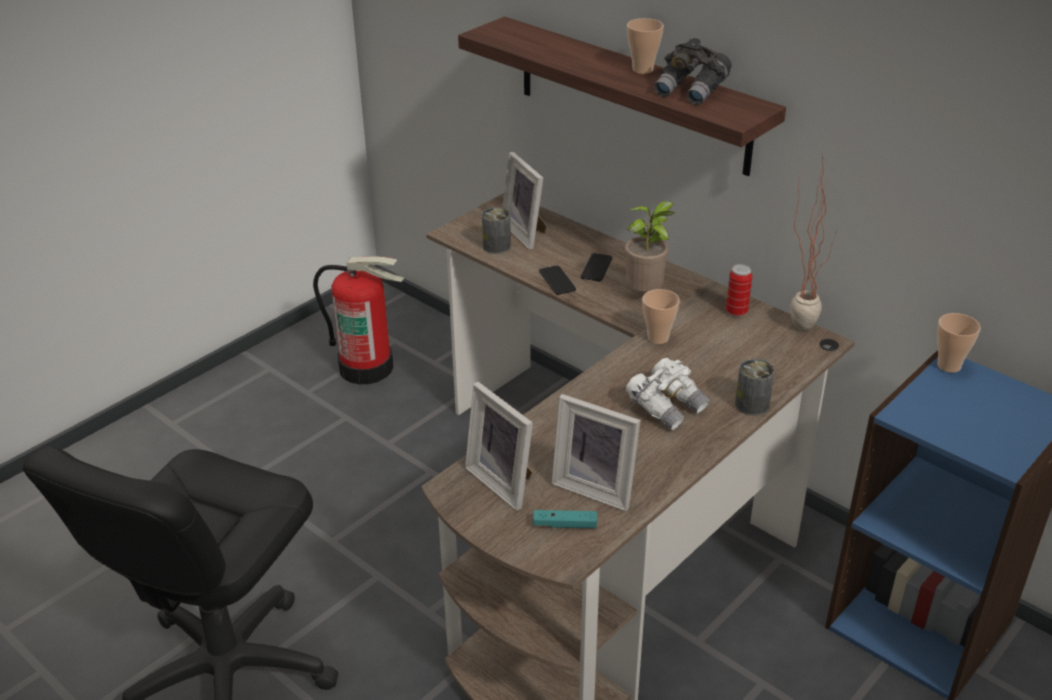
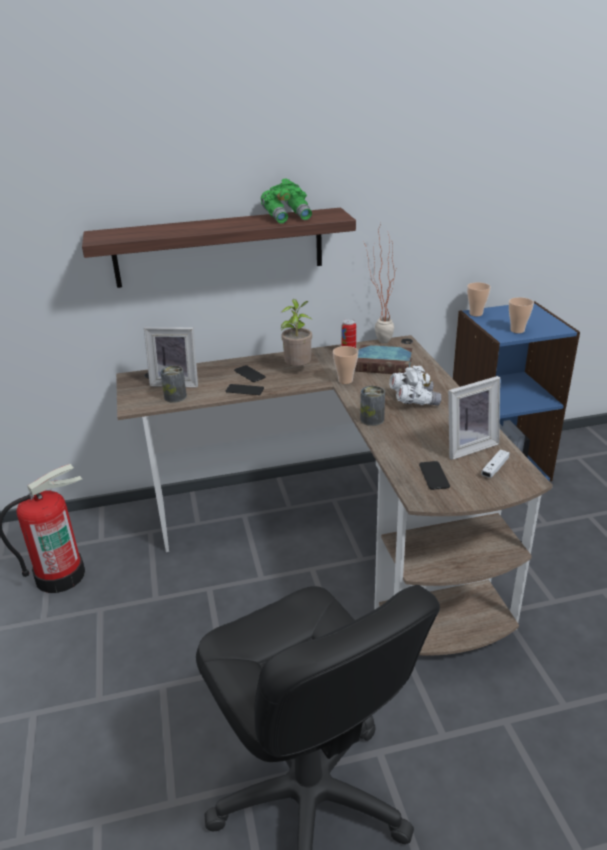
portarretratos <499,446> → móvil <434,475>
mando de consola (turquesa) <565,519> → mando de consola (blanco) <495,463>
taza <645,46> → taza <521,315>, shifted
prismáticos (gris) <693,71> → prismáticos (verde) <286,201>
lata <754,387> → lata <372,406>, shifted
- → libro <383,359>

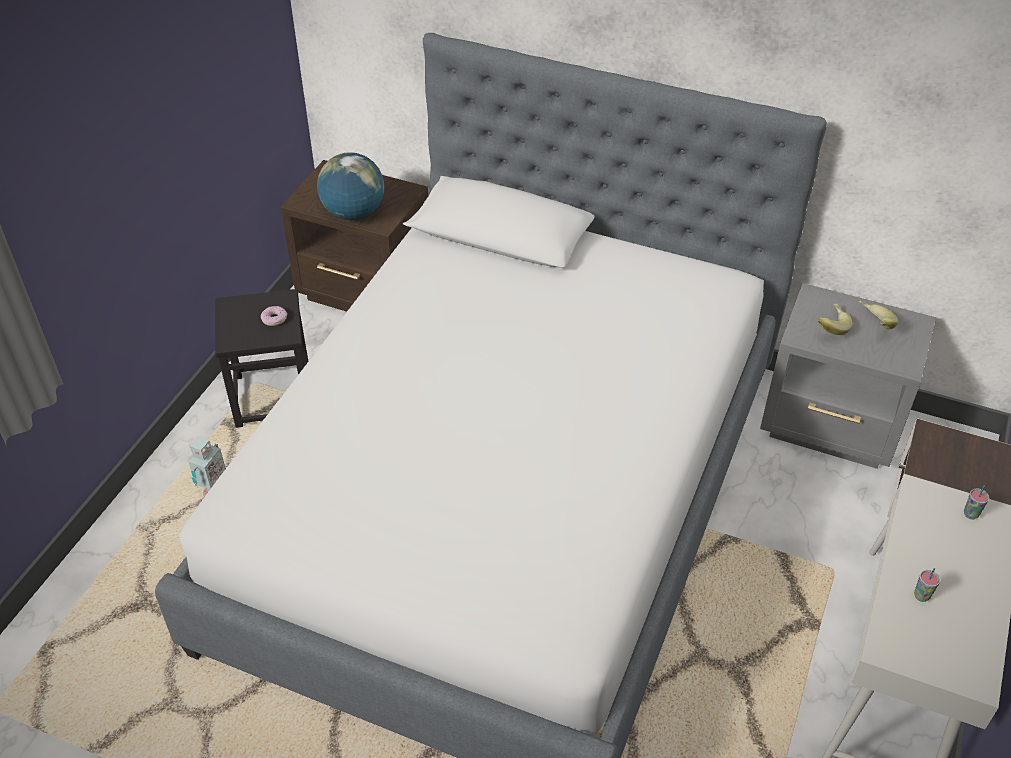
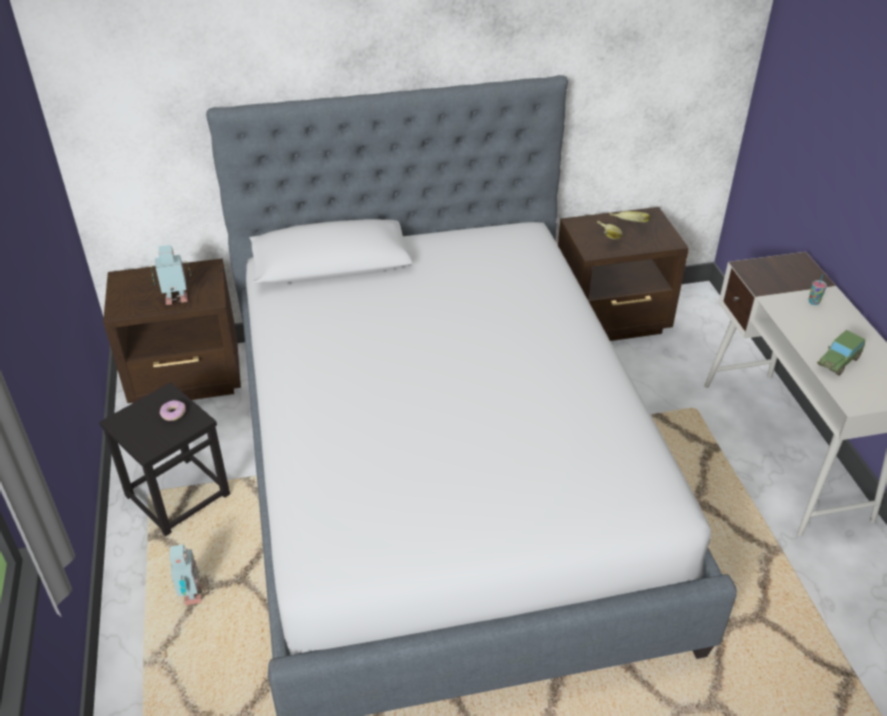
globo terráqueo <350,186> → robot de juguete <171,275>
mesita de noche (gris) <848,376> → mesita de noche (marrón) <623,274>
taza <927,585> → coche de juguete <841,353>

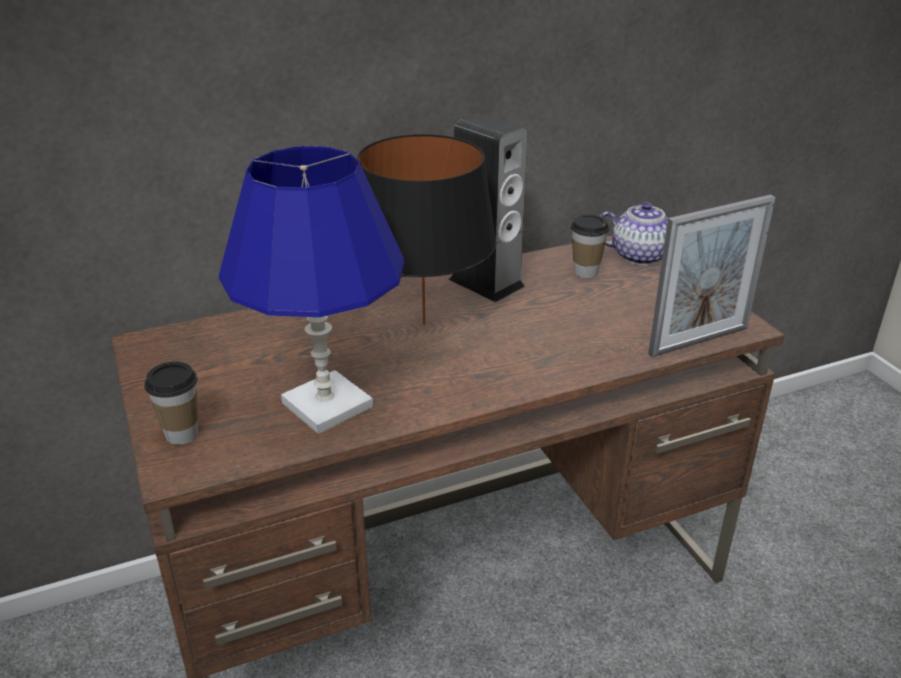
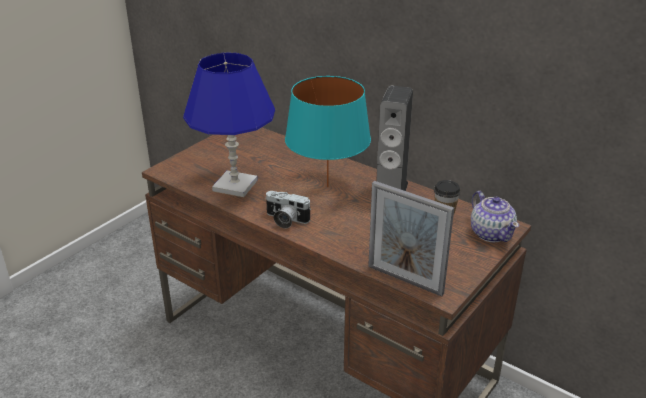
taza <171,403> → -
lámpara de mesa (negro) <426,229> → lámpara de mesa (turquesa) <328,131>
- → cámara <288,210>

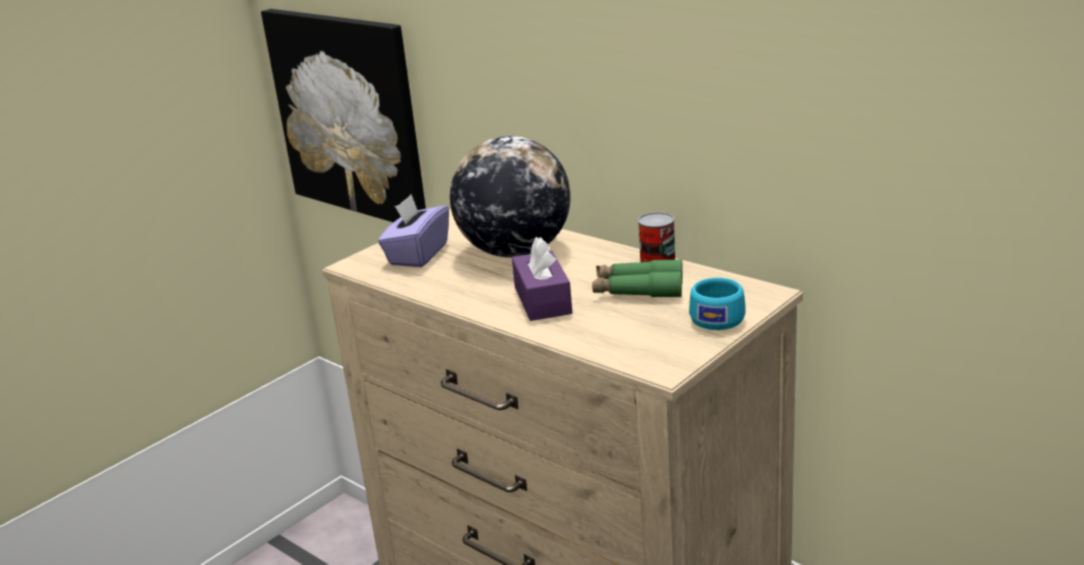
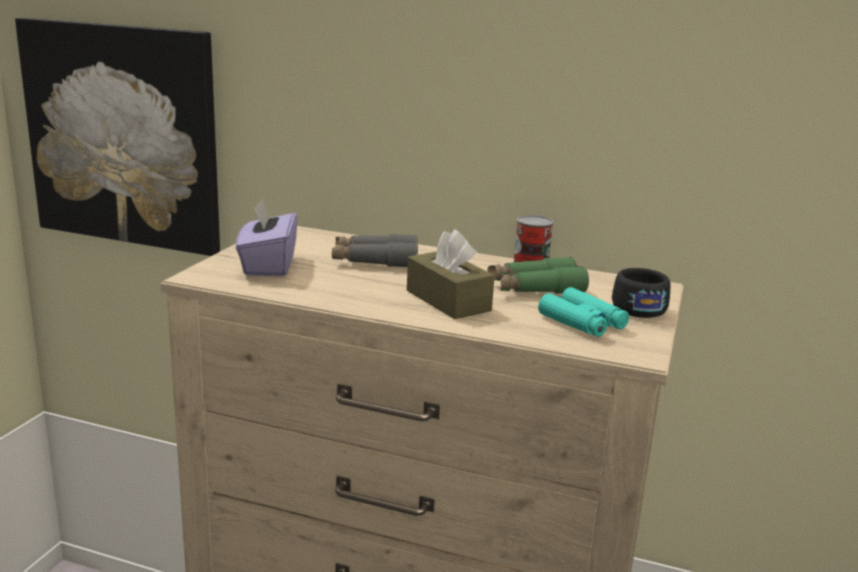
globo terráqueo <510,196> → prismáticos (gris) <375,250>
caja de pañuelos (morado) <542,279> → caja de pañuelos (marrón) <450,274>
taza (turquesa) <717,304> → taza (negro) <641,293>
- → prismáticos (turquesa) <583,312>

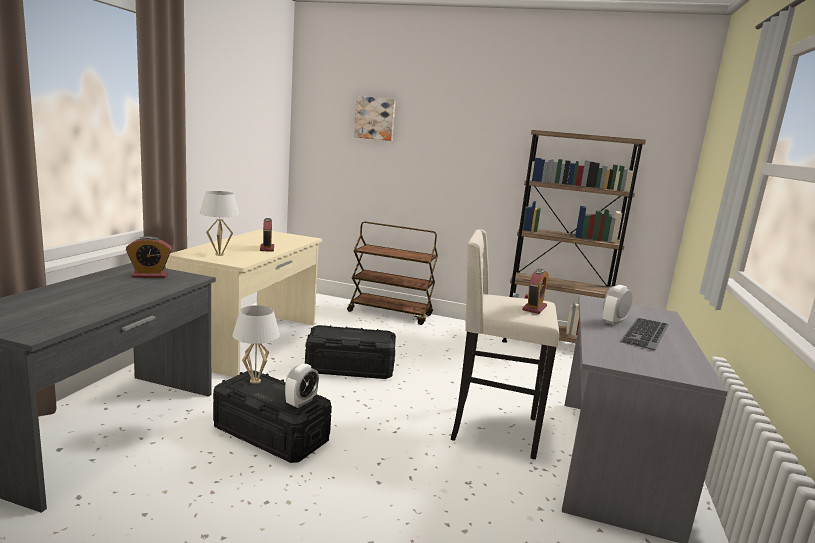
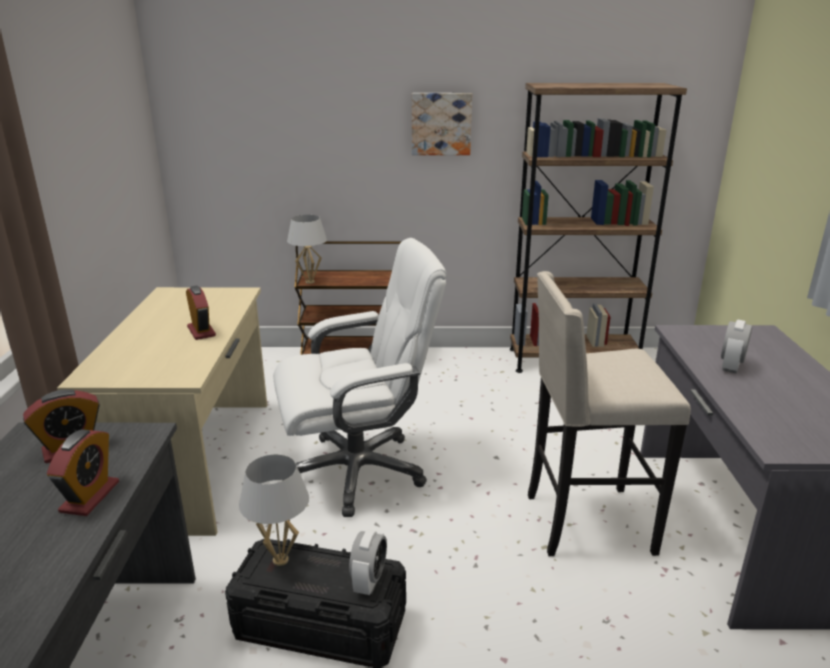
lámpara de mesa (blanco) <220,223> → lámpara de mesa (blanco) <307,249>, shifted
caja de almacenaje (negro) <350,352> → silla de oficina (blanco) <360,377>
cuadro <375,118> → cuadro <442,124>, shifted
despertador <535,291> → despertador <83,472>, shifted
teclado <644,334> → -

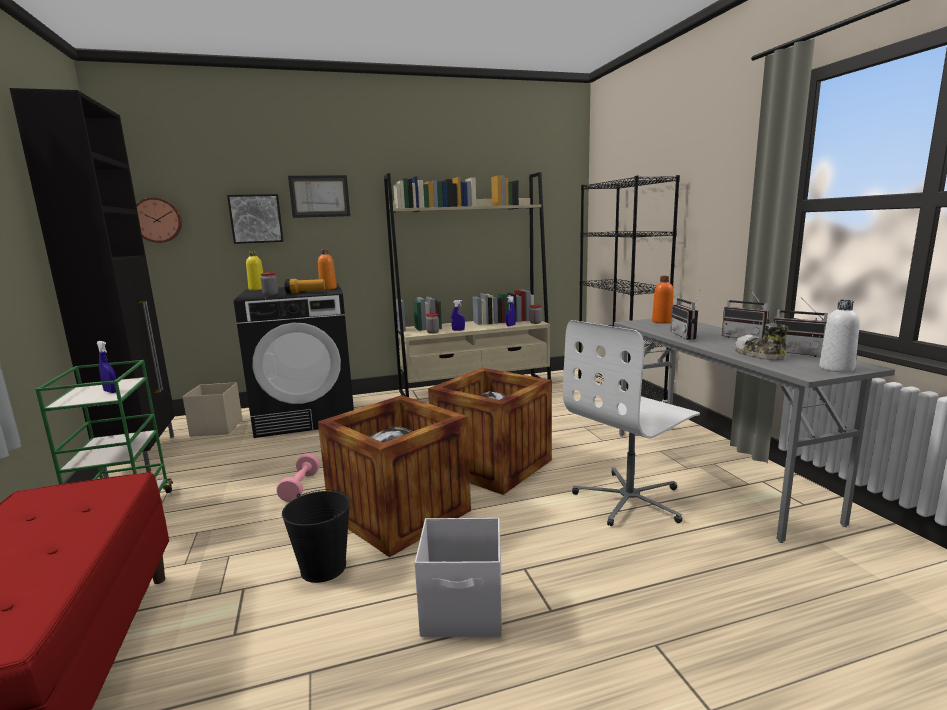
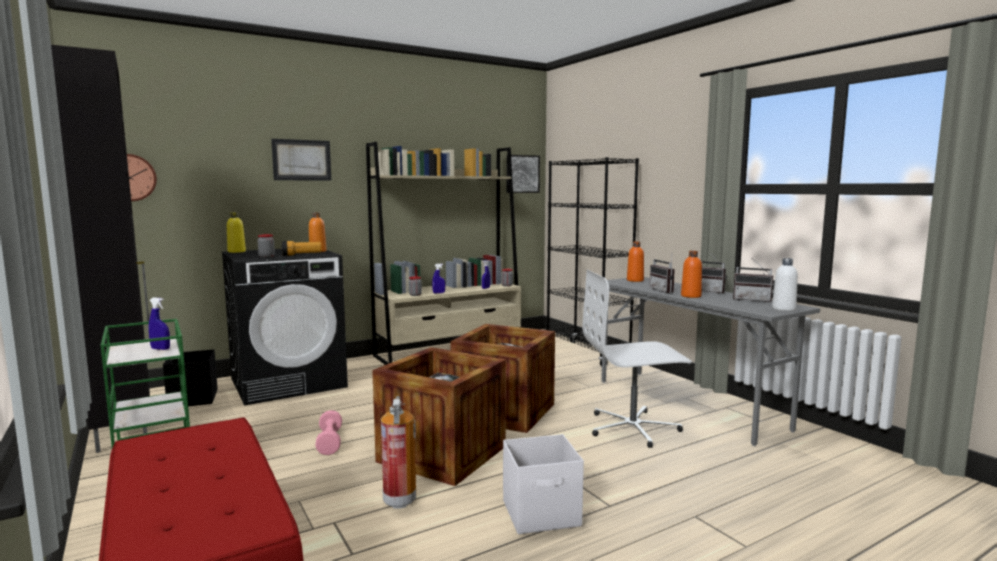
caja de almacenaje (beis) <212,409> → caja de almacenaje (negro) <190,377>
cuadro <255,219> → cuadro <523,174>, shifted
cubo (negro) <316,536> → extintor <398,452>
silla de oficina (blanco) <631,423> → silla de oficina (blanco) <637,358>, 45 degrees clockwise
zapato <761,342> → -
- → botella (naranja) <691,274>

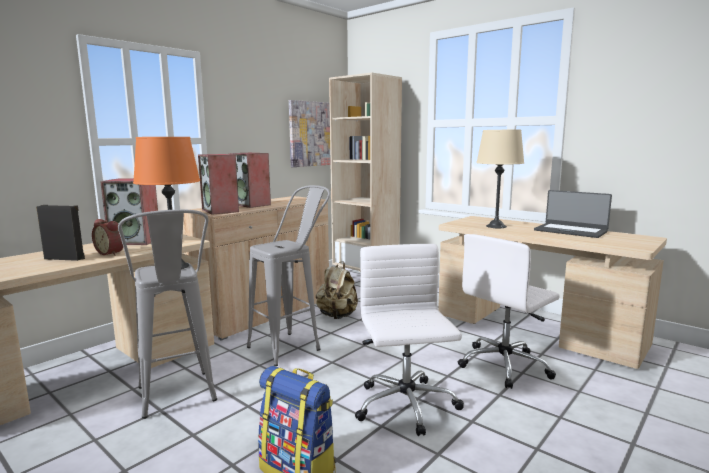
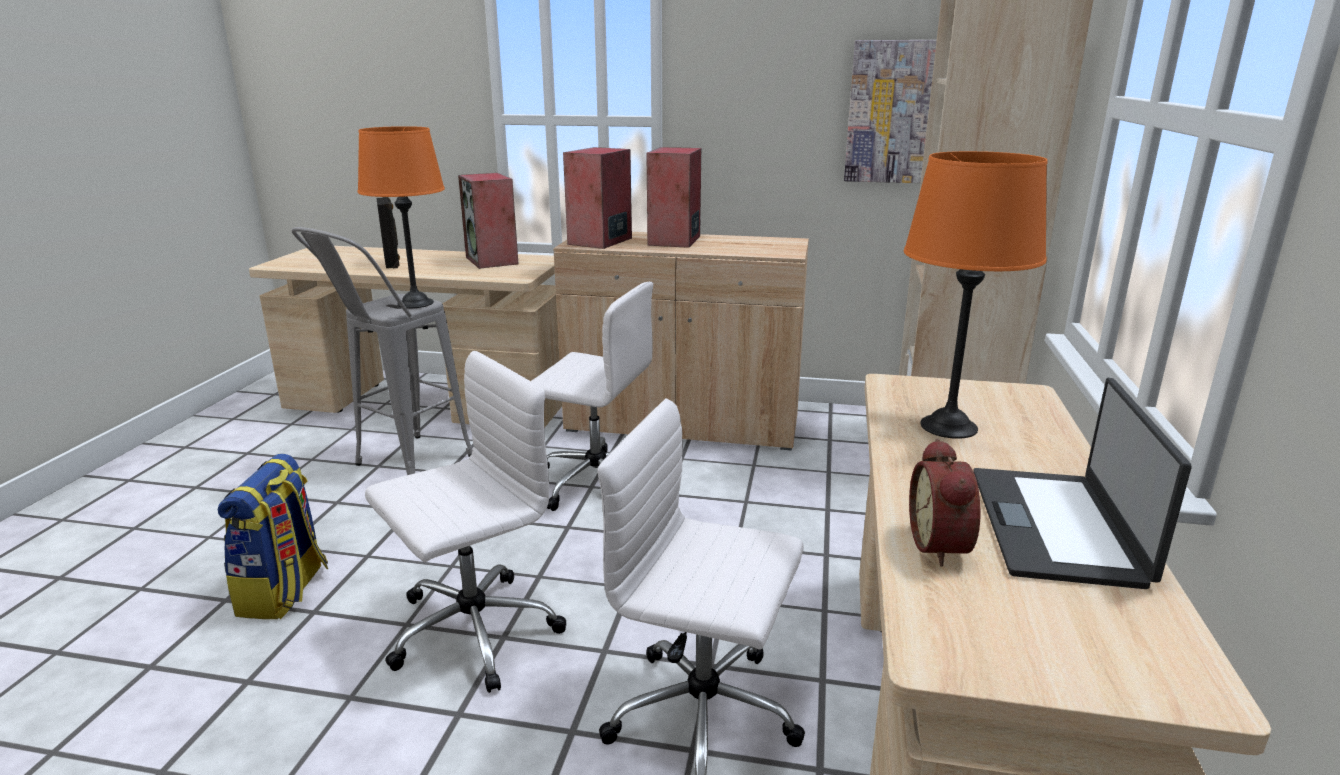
despertador <107,237> → despertador <944,502>, shifted
taburete (gris) <288,275> → silla de oficina (blanco) <592,396>
mochila (beis) <337,290> → -
lámpara de mesa (beis) <500,179> → lámpara de mesa (naranja) <975,295>

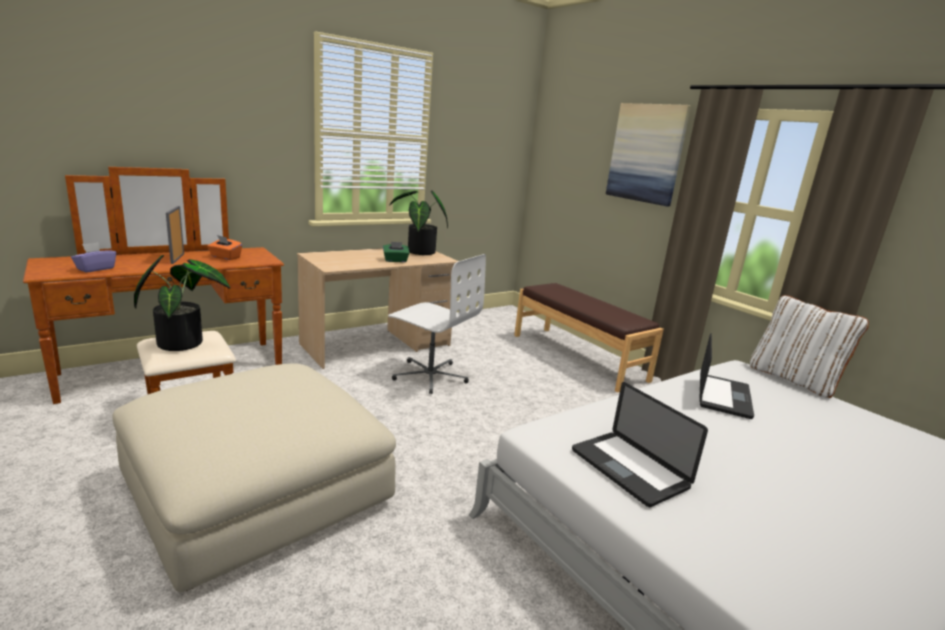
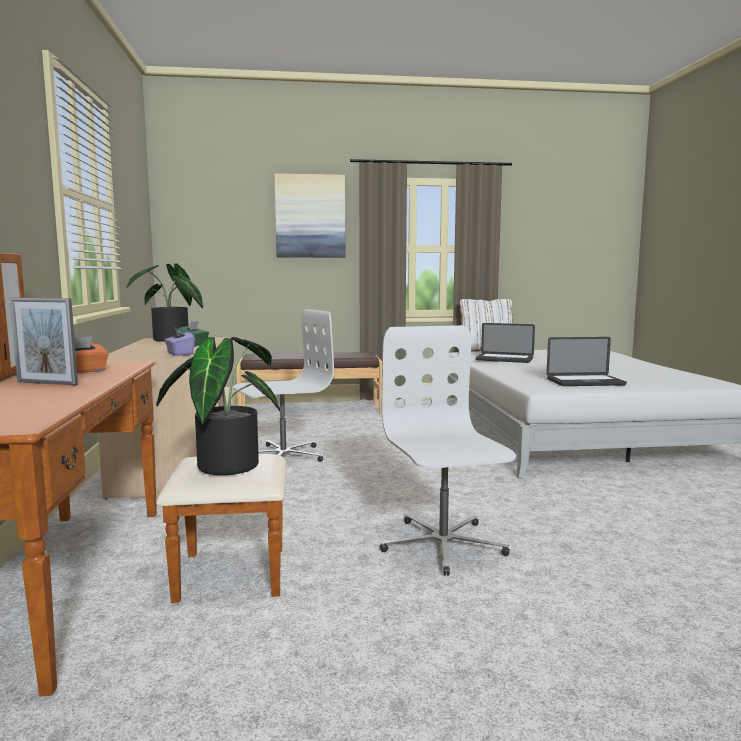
caja de pañuelos (morado) <93,257> → caja de pañuelos (morado) <180,341>, shifted
puf (beis) <254,477> → silla de oficina (blanco) <448,450>
portátil <726,376> → portátil <505,343>, 150 degrees clockwise

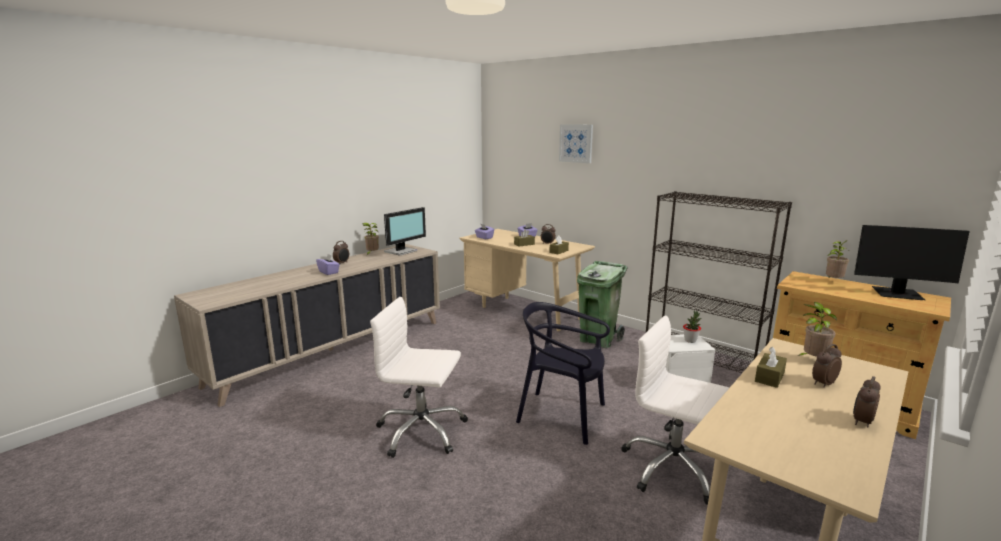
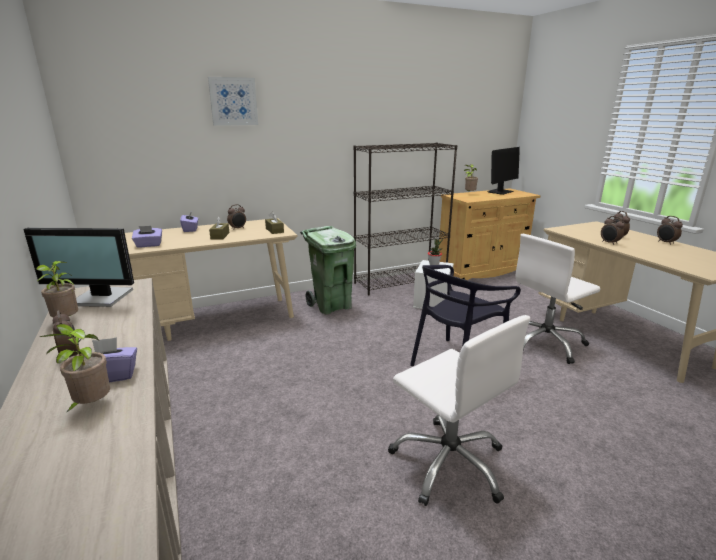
silla de oficina (blanco) <419,377> → silla de oficina (blanco) <459,410>, 75 degrees counterclockwise
monitor <405,231> → monitor <78,267>, 120 degrees clockwise
caja de pañuelos (marrón) <771,367> → despertador <613,230>
planta en maceta <817,329> → planta en maceta <75,369>, shifted

